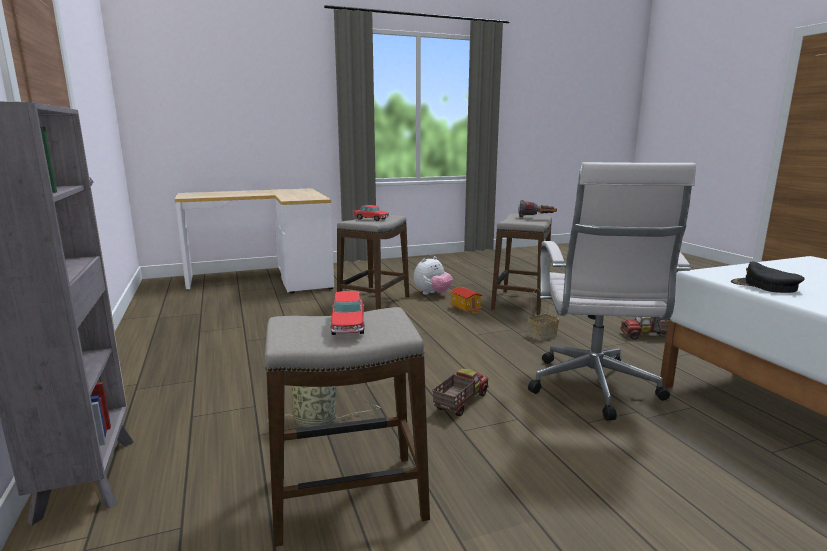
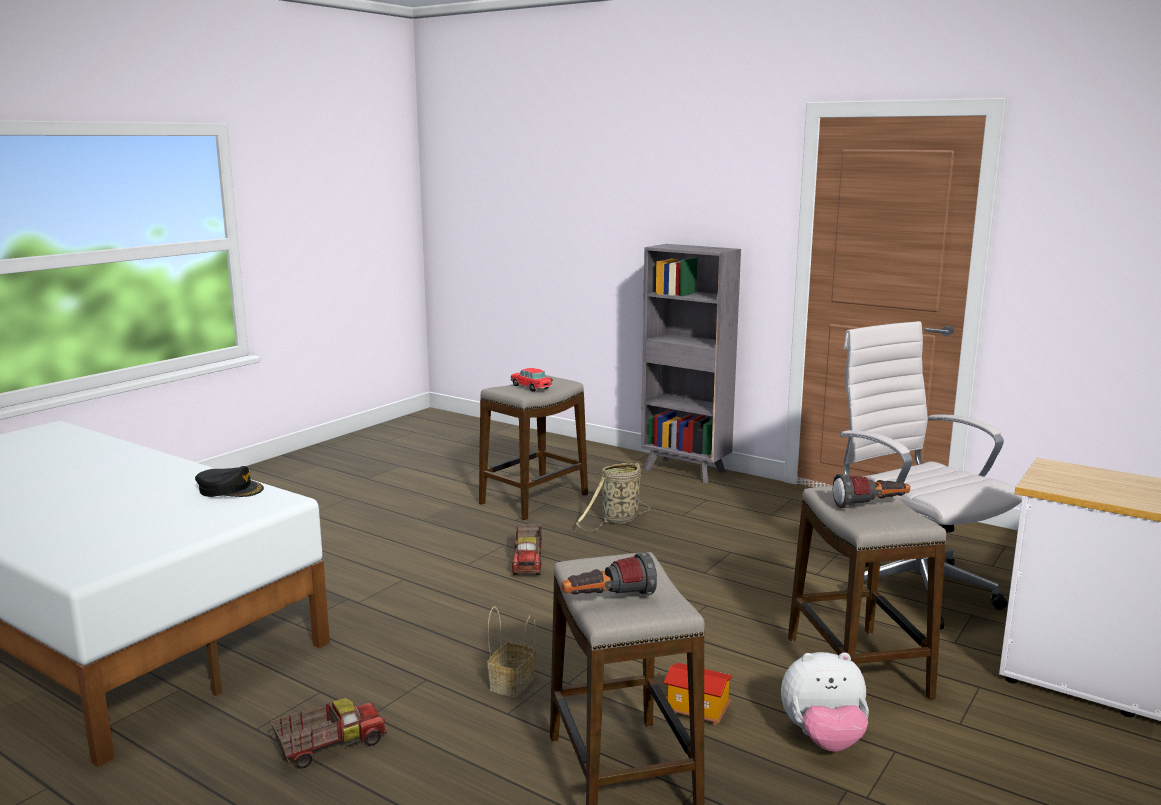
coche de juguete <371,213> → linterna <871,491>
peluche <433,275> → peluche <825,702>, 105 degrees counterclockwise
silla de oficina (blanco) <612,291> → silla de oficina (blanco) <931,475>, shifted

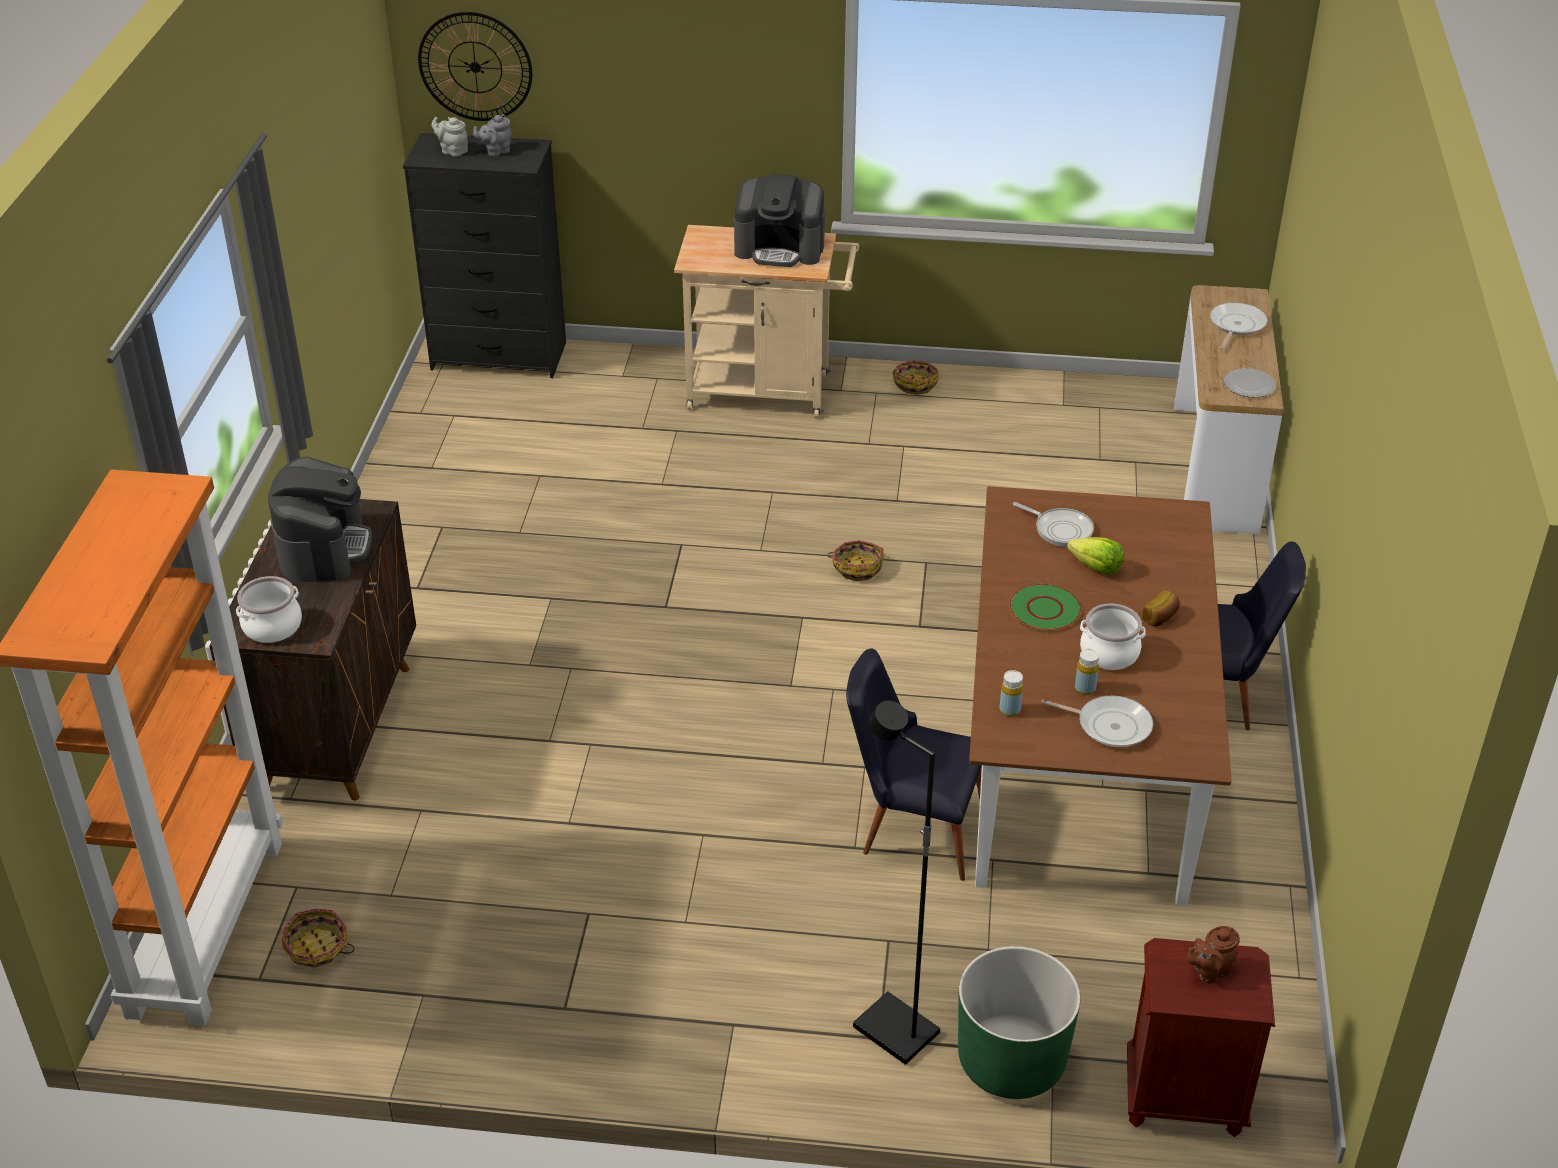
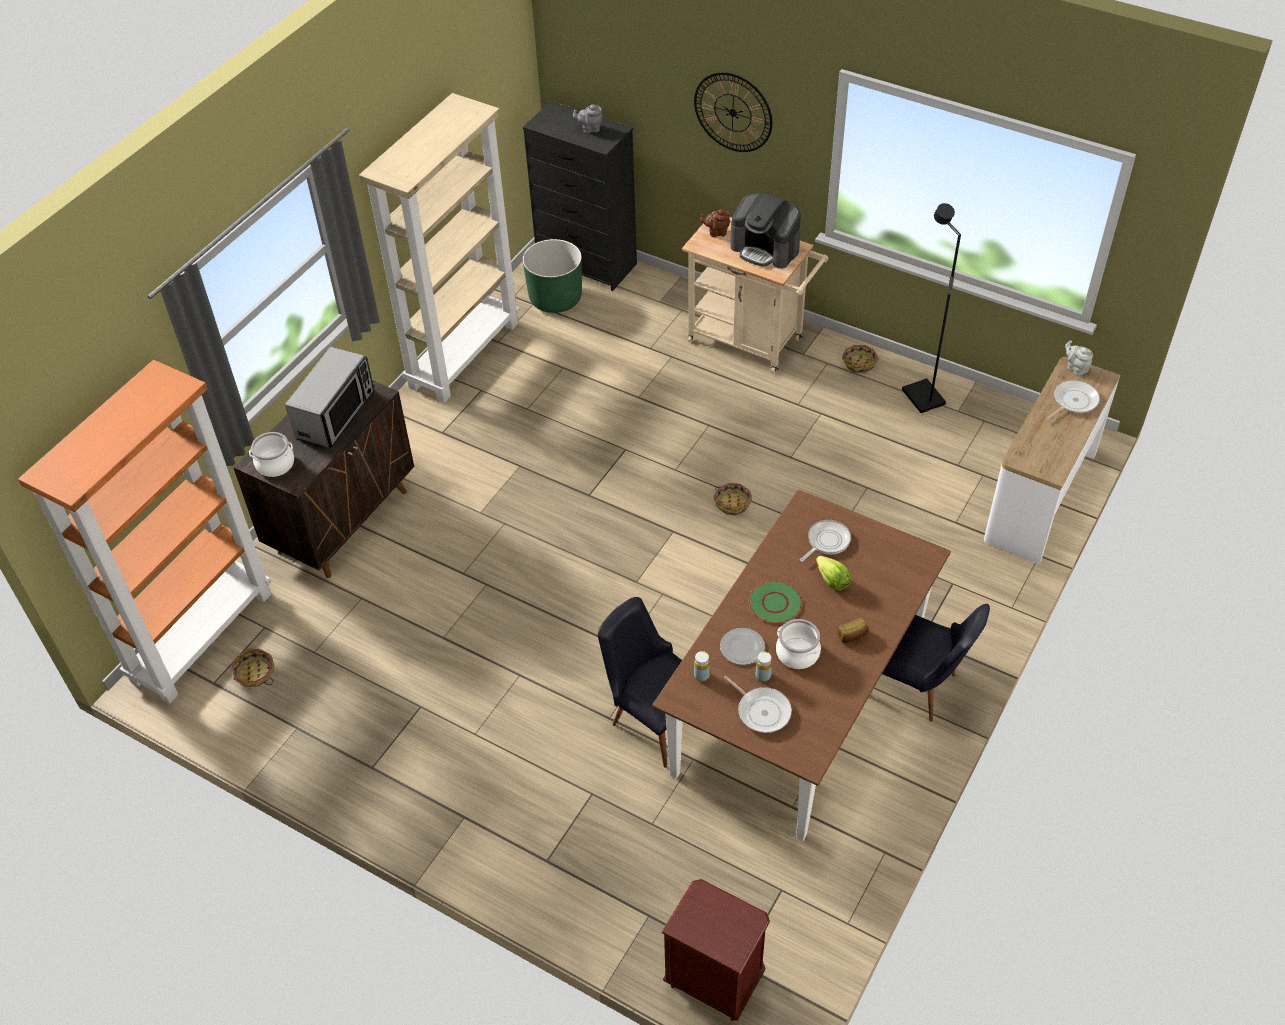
cafetera <320,519> → microondas <329,396>
reloj de pared <475,66> → reloj de pared <733,112>, shifted
tetera (gris) <449,137> → tetera (gris) <1079,358>, shifted
lámpara de pie (negro) <896,882> → lámpara de pie (negro) <931,308>, shifted
maceta (verde) <1019,1022> → maceta (verde) <552,276>, shifted
sartén <1053,524> → sartén <825,541>, 105 degrees counterclockwise
tetera (marrón) <1213,954> → tetera (marrón) <715,223>, shifted
plato <1250,383> → plato <742,646>, shifted
- → estantería (beis) <439,248>

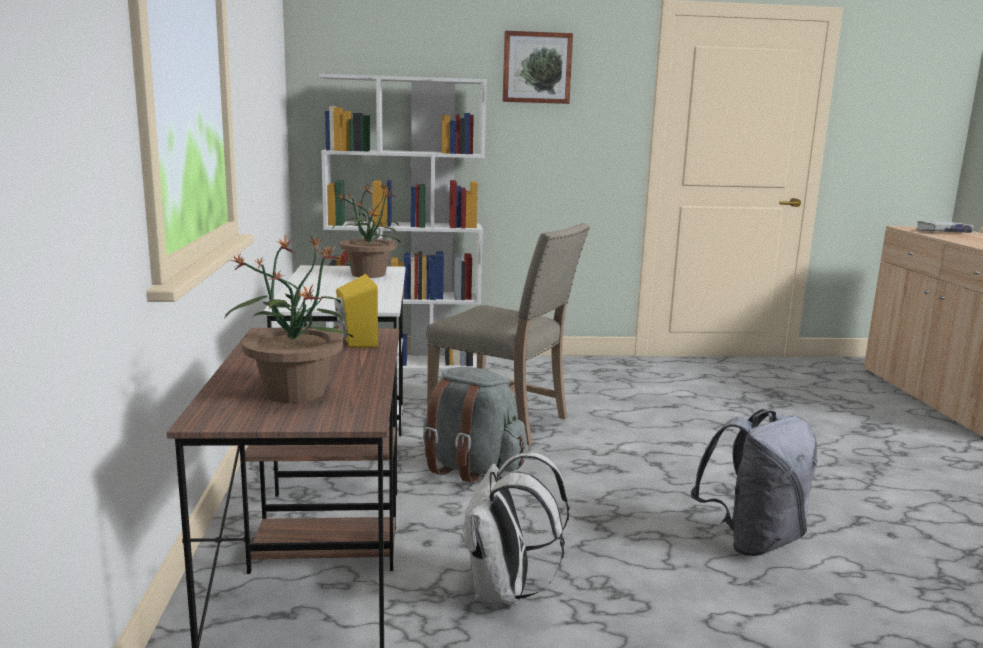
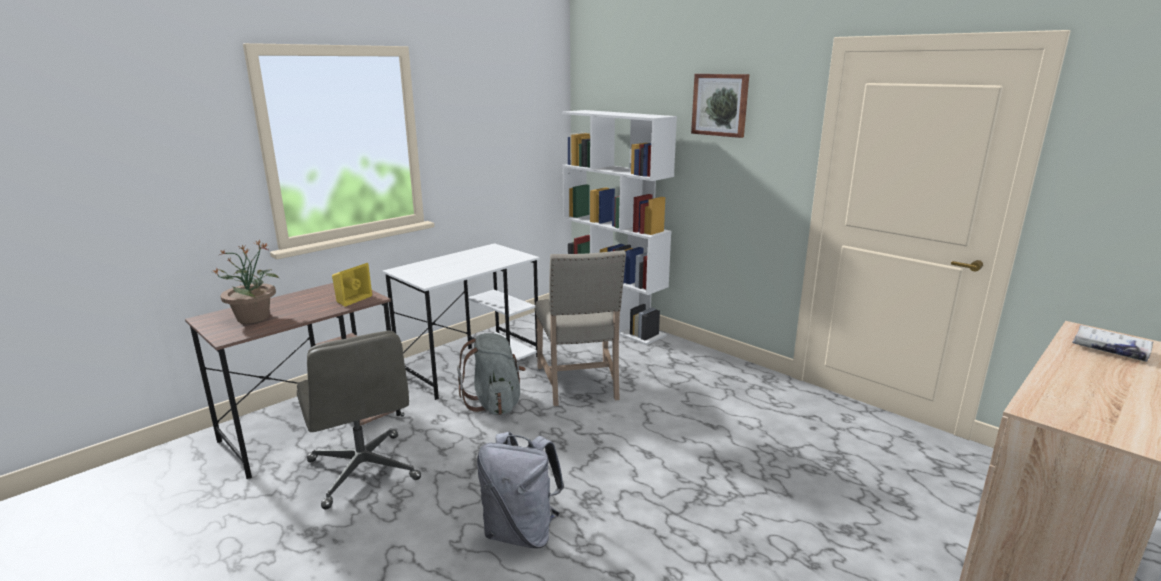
planta en maceta <366,231> → -
mochila (blanco) <515,528> → silla de oficina (gris) <359,420>

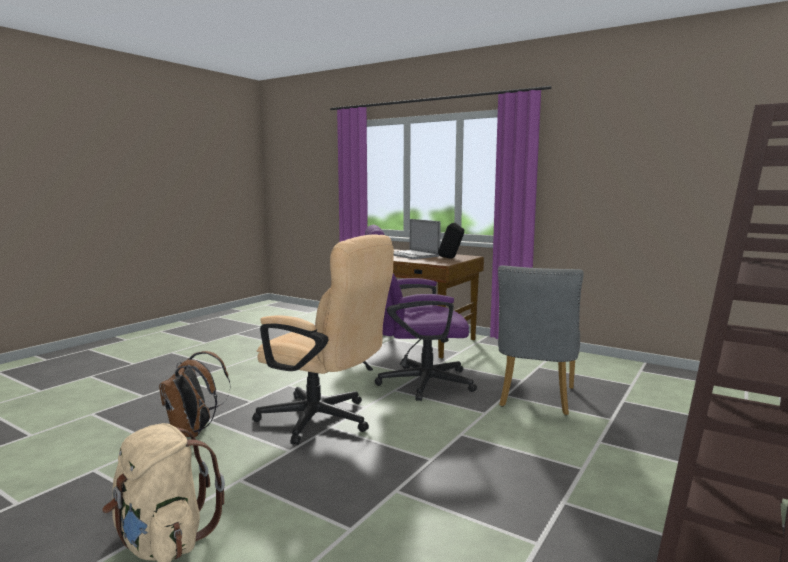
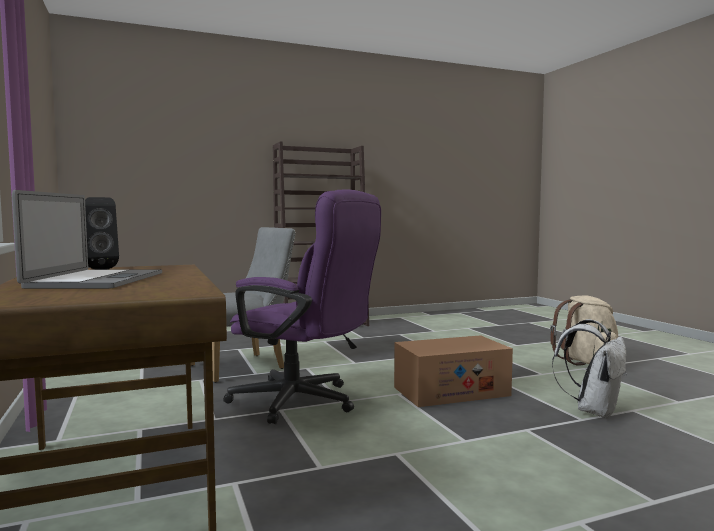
mochila (marrón) <195,394> → mochila (blanco) <589,368>
silla de oficina (beis) <323,339> → caja de cartón <453,371>

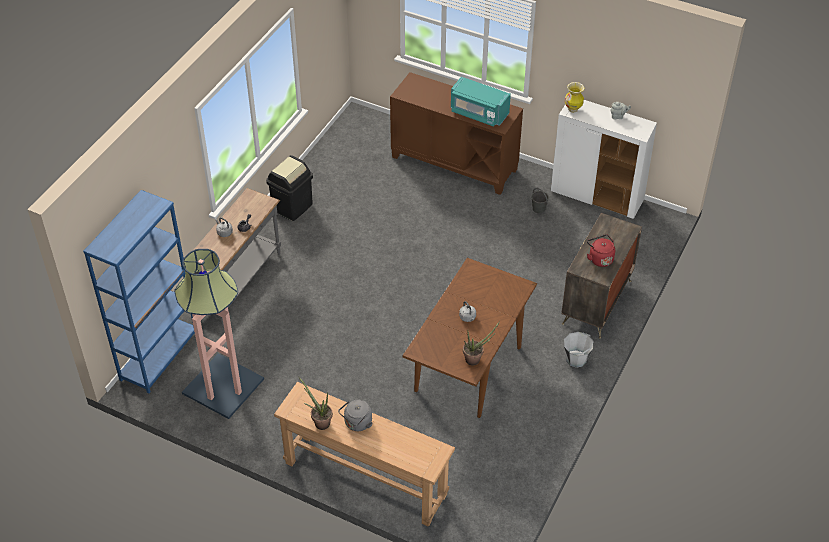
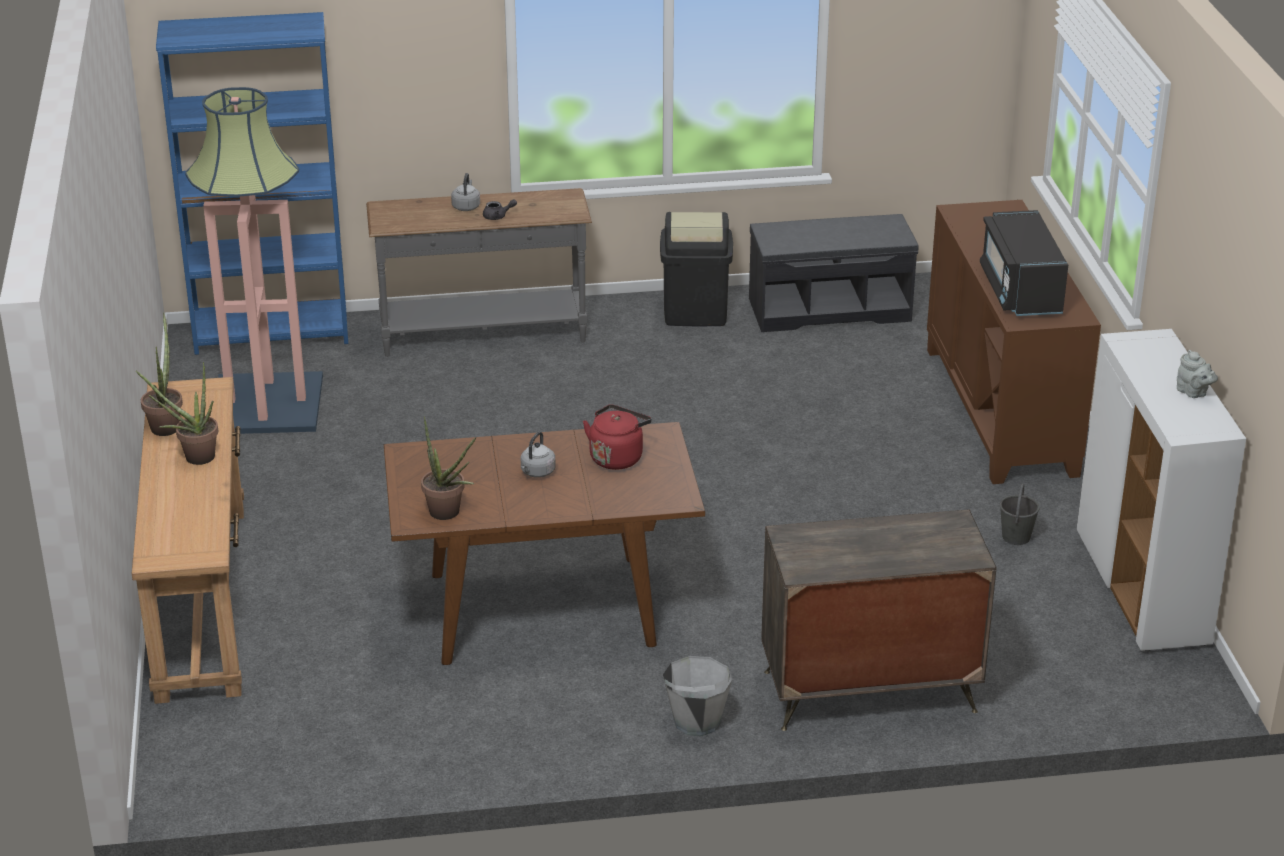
hervidor (gris) <355,415> → planta en maceta <177,413>
microondas (turquesa) <481,102> → microondas (negro) <1024,263>
florero <574,97> → -
hervidor (rojo) <601,250> → hervidor (rojo) <617,437>, shifted
- → banco (gris) <834,273>

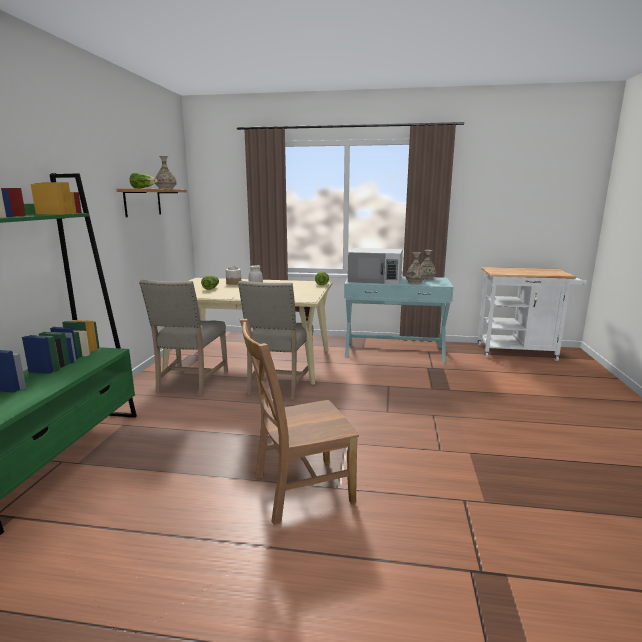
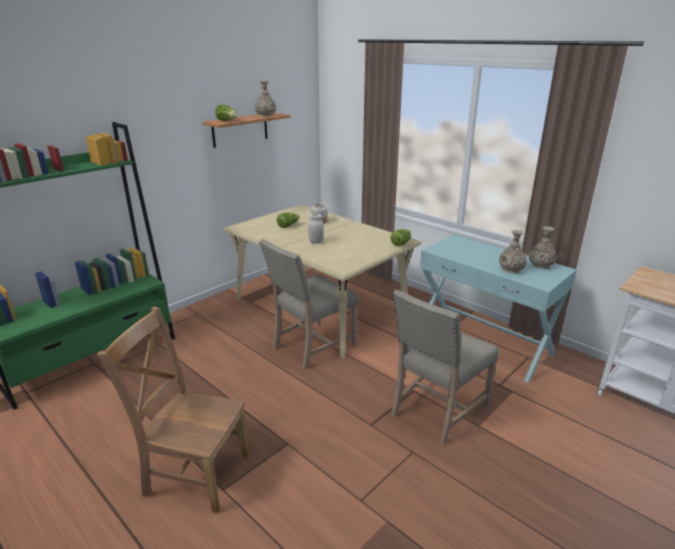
silla (beis) <183,337> → silla (beis) <445,367>, shifted
microondas (blanco) <375,266> → -

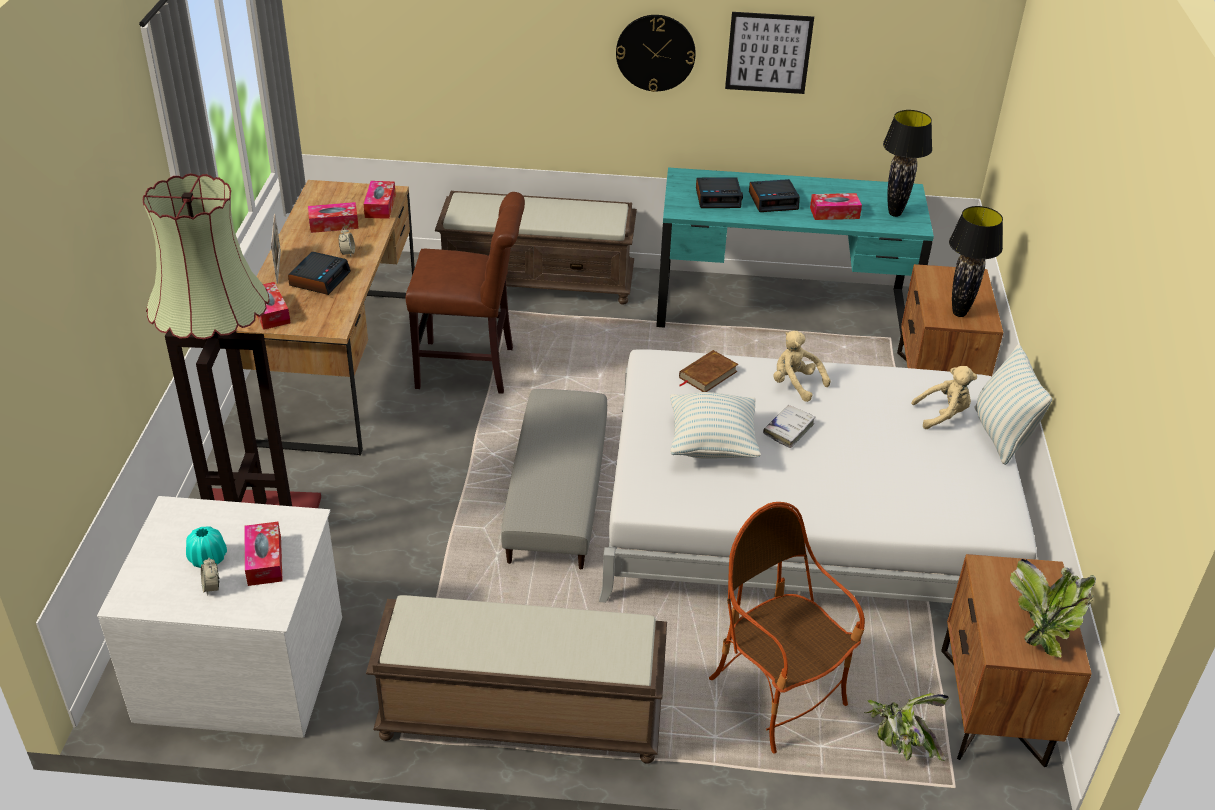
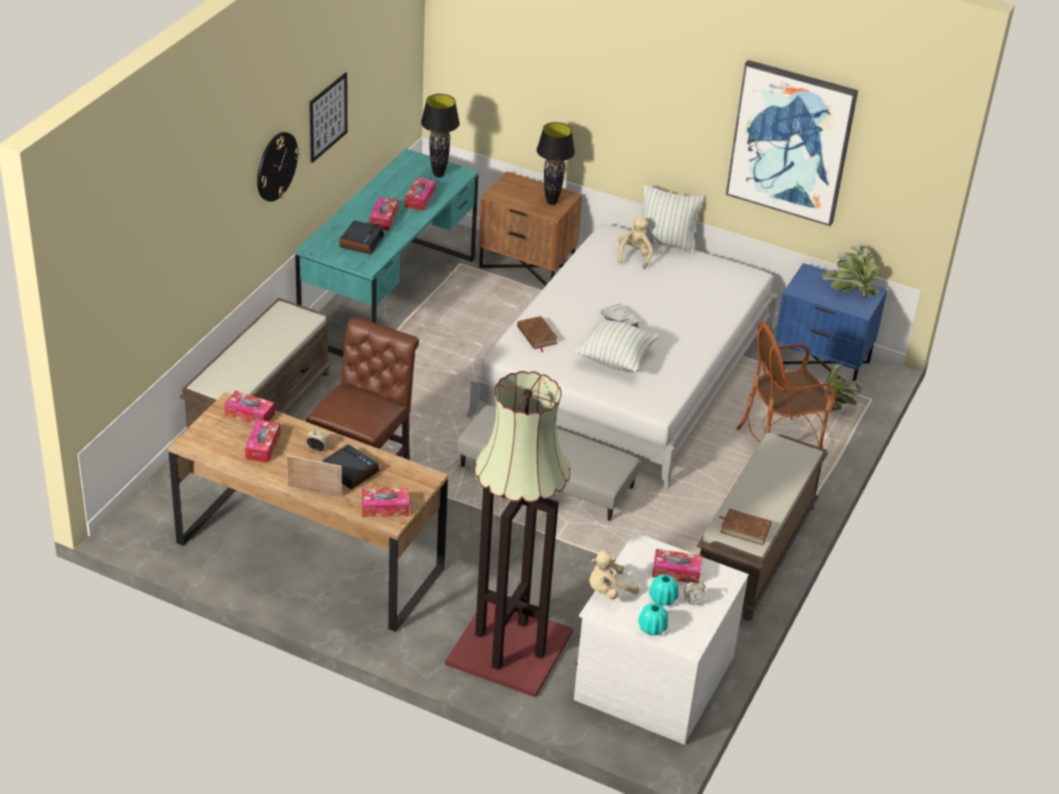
despertador <774,195> → caja de pañuelos <383,214>
peluche (beis) <802,366> → peluche (beis) <614,575>, shifted
mesita de noche (marrón) <1016,660> → mesita de noche (azul) <831,322>
- → florero (turquesa) <653,619>
- → libro (marrón) <745,527>
- → cuadro <792,143>

